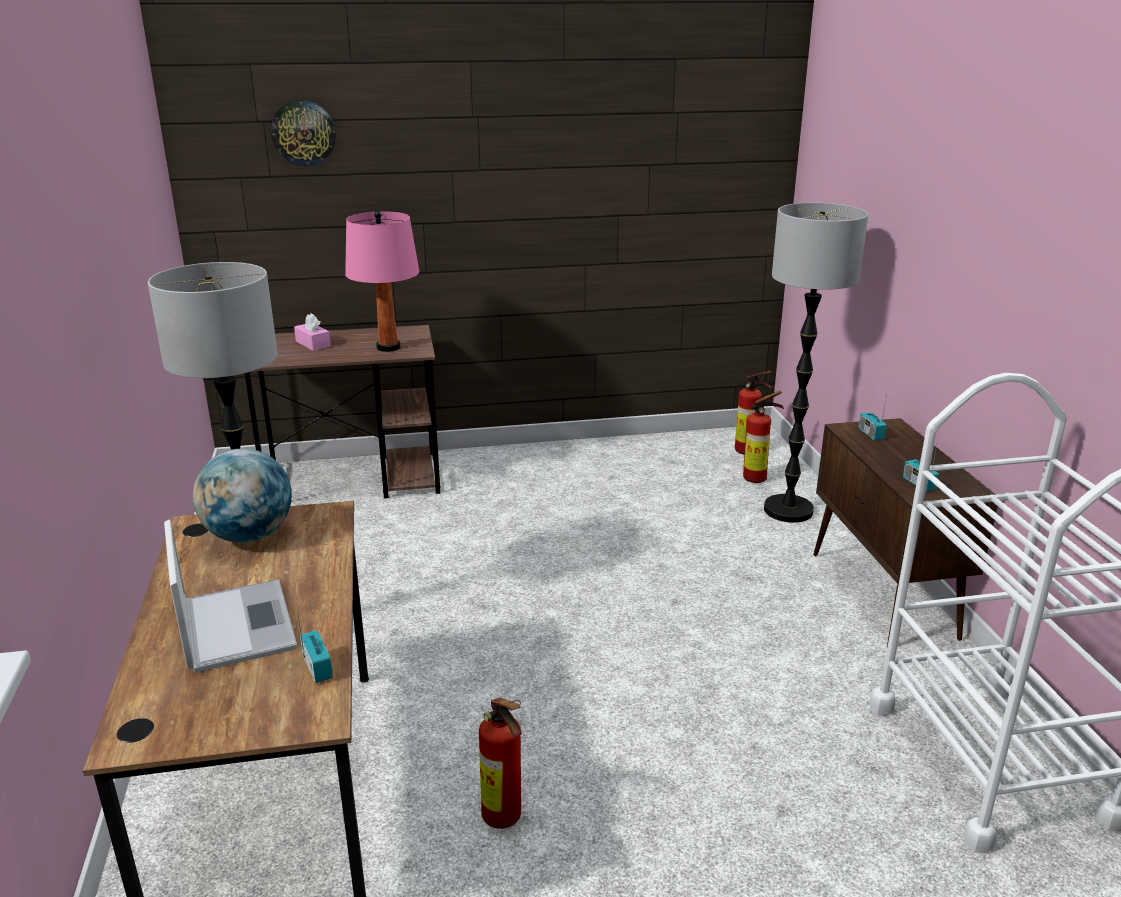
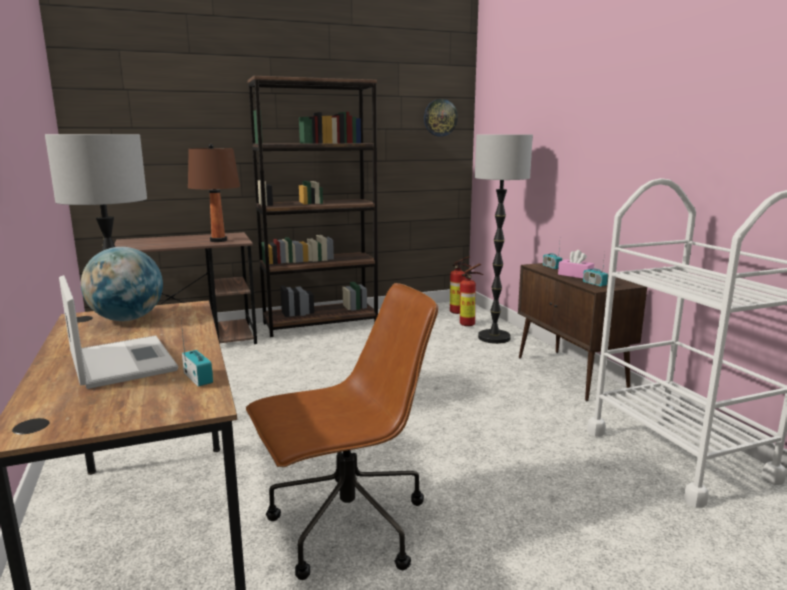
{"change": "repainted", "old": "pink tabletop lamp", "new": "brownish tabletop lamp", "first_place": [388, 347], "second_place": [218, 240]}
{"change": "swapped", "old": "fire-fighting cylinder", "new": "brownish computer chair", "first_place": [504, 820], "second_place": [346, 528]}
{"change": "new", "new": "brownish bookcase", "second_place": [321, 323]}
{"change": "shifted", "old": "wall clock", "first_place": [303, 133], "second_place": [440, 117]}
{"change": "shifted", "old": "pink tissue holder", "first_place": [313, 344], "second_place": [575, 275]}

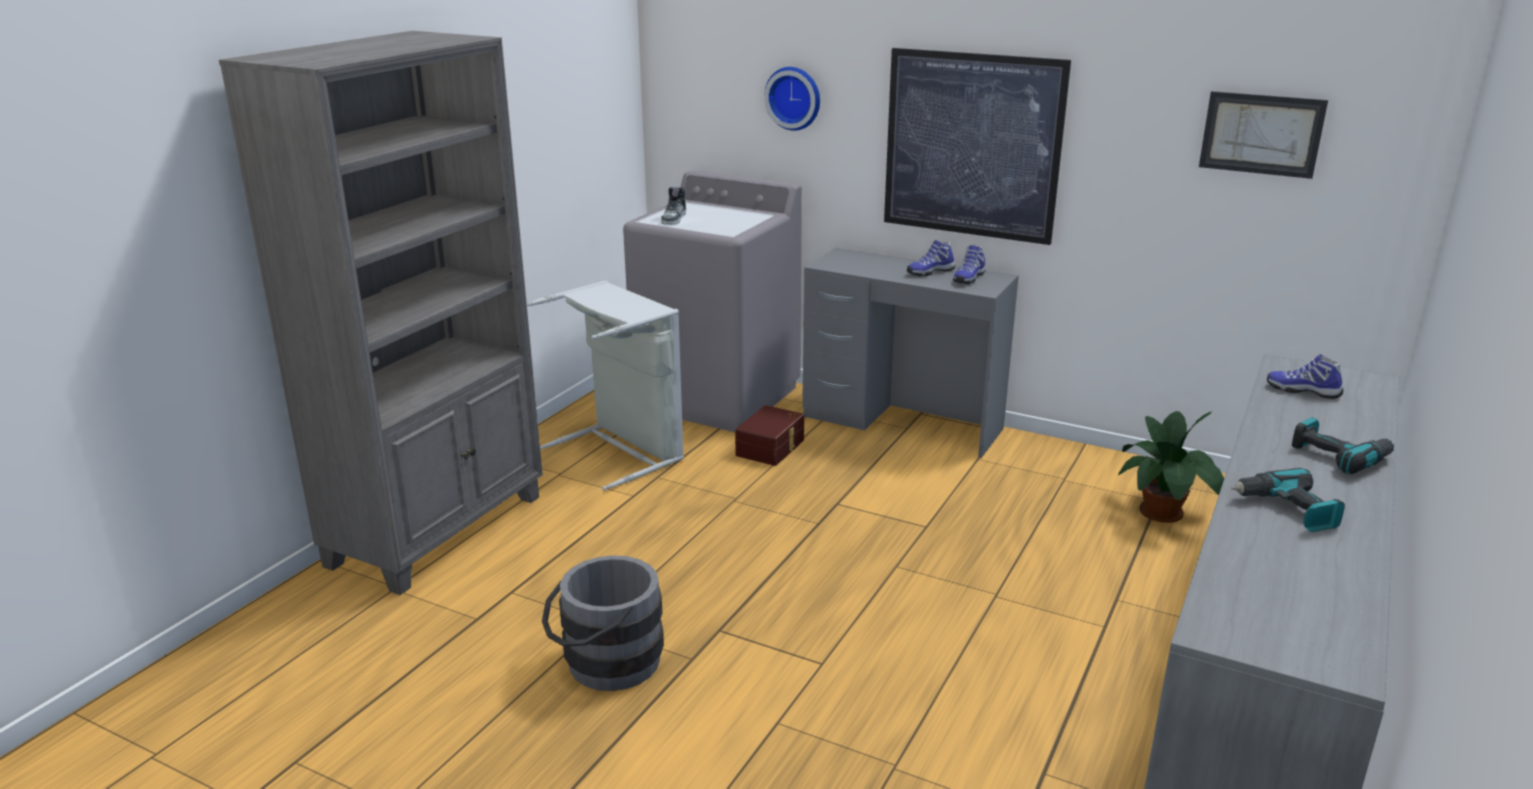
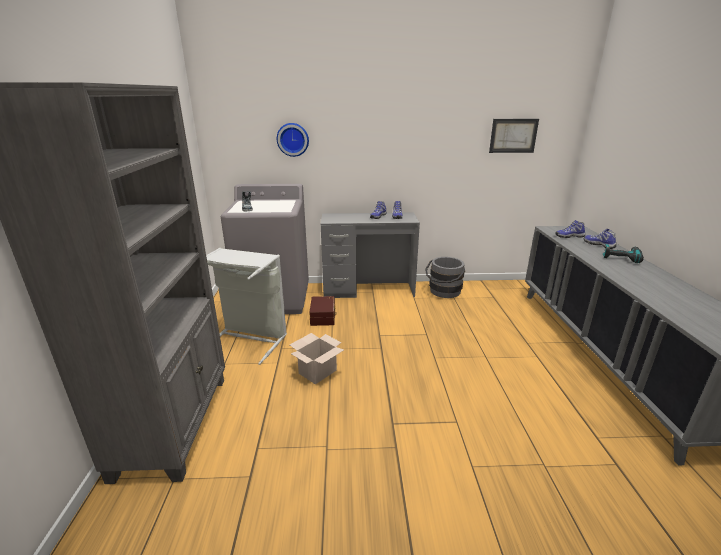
{"change": "new", "new": "cardboard box", "second_place": [318, 371]}
{"change": "shifted", "old": "grey water bucket", "first_place": [605, 664], "second_place": [443, 292]}
{"change": "new", "new": "shoe", "second_place": [599, 245]}
{"change": "gone", "old": "wall picture", "first_place": [972, 145]}
{"change": "gone", "old": "plant in a pot", "first_place": [1164, 513]}
{"change": "gone", "old": "power drill", "first_place": [1287, 510]}

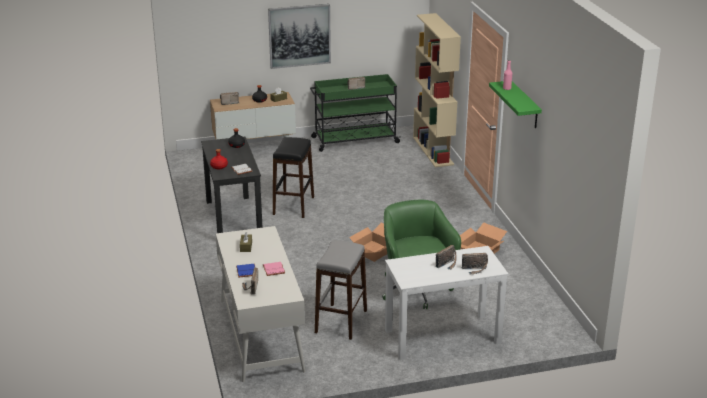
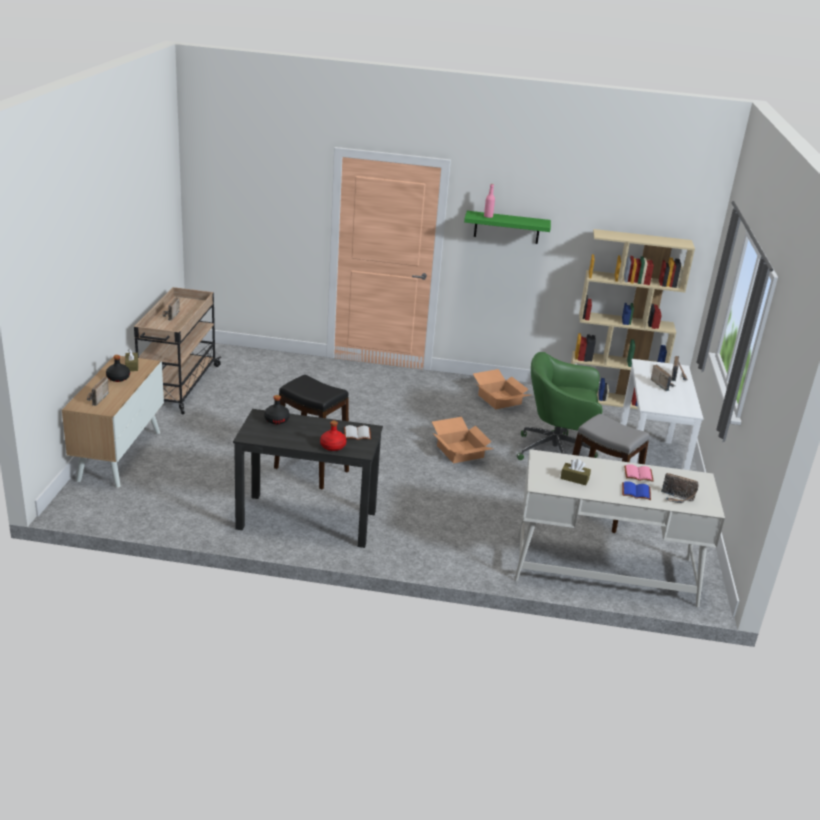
{"change": "repainted", "old": "green-coloured trolley", "new": "sand-coloured trolley", "first_place": [354, 140], "second_place": [178, 387]}
{"change": "shifted", "old": "sand-coloured bookcase", "first_place": [433, 151], "second_place": [612, 400]}
{"change": "gone", "old": "wall picture", "first_place": [299, 36]}

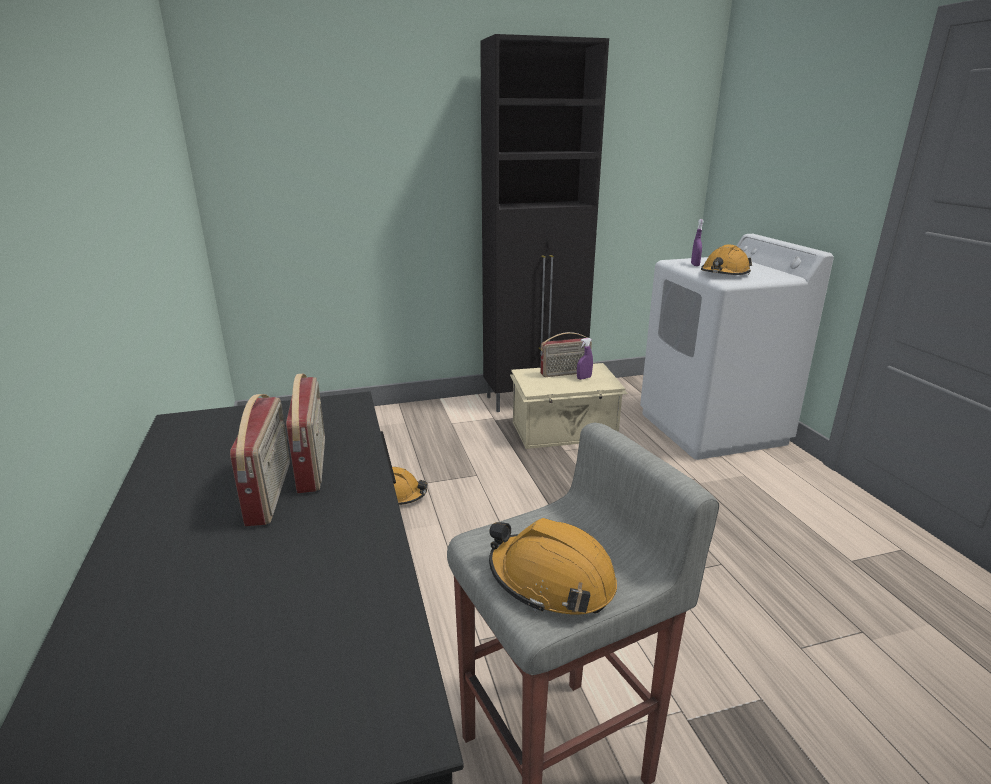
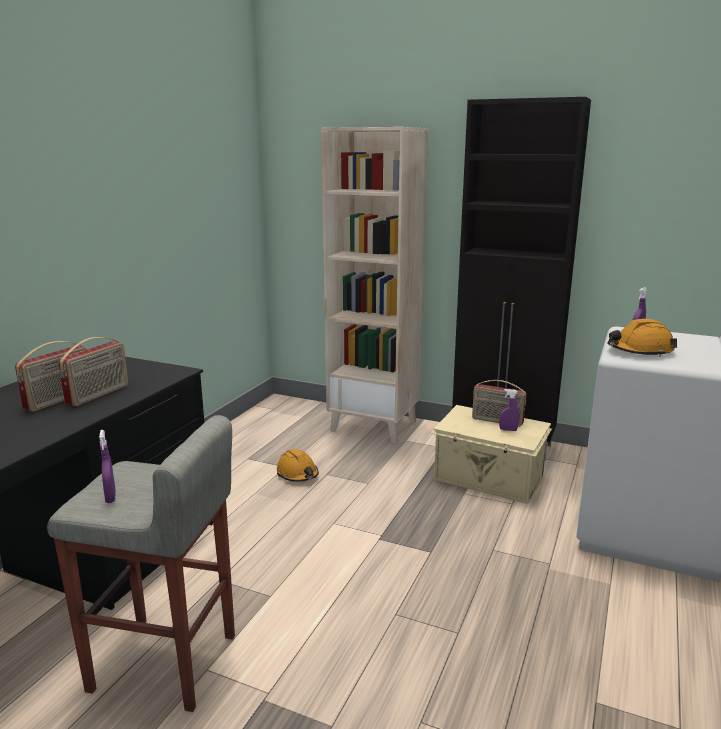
{"change": "swapped", "old": "orange safety helmet", "new": "purple sprayer", "first_place": [551, 581], "second_place": [110, 497]}
{"change": "new", "new": "sand-coloured bookcase", "second_place": [374, 426]}

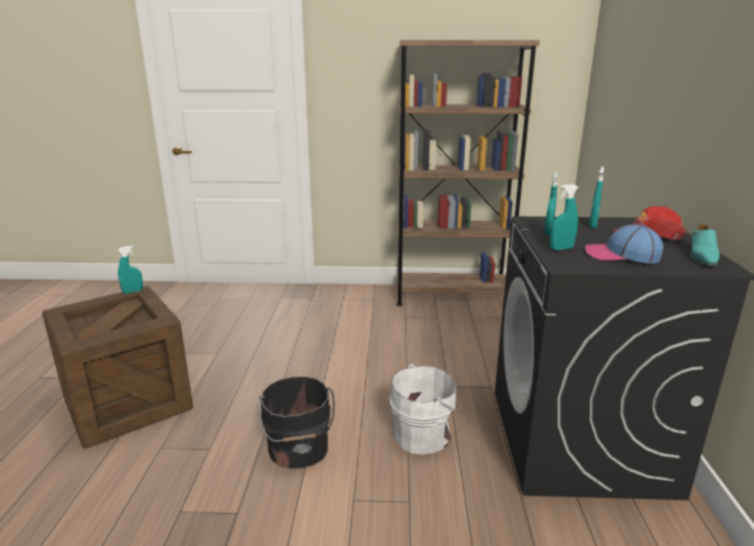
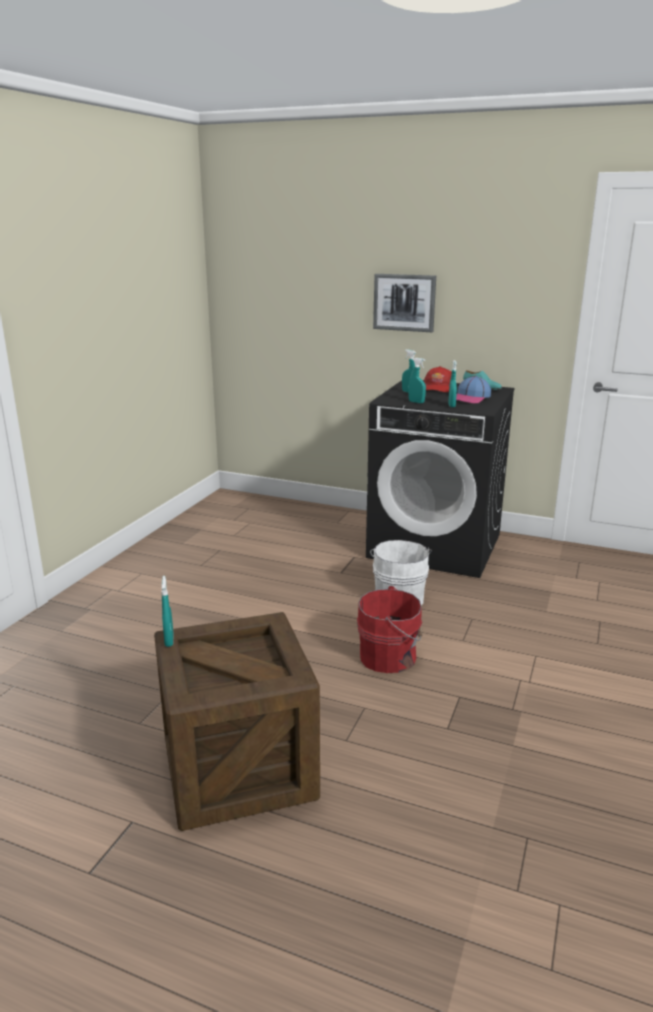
{"change": "repainted", "old": "black water bucket", "new": "red water bucket", "first_place": [298, 450], "second_place": [390, 657]}
{"change": "new", "new": "wall picture", "second_place": [404, 302]}
{"change": "gone", "old": "brownish bookcase", "first_place": [451, 296]}

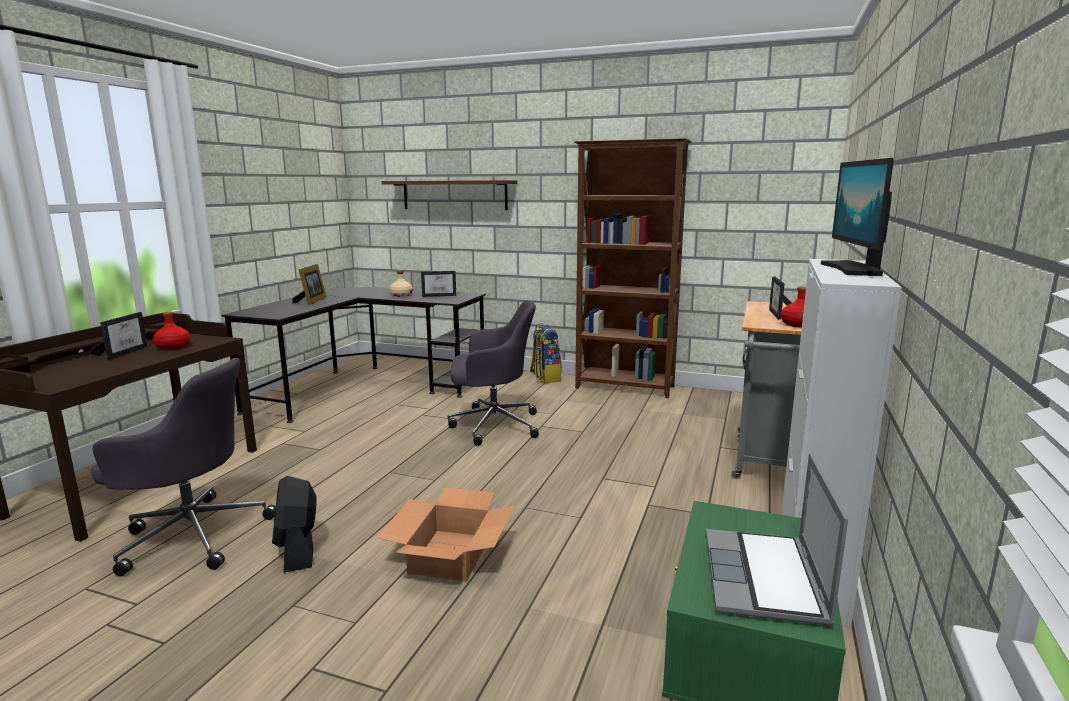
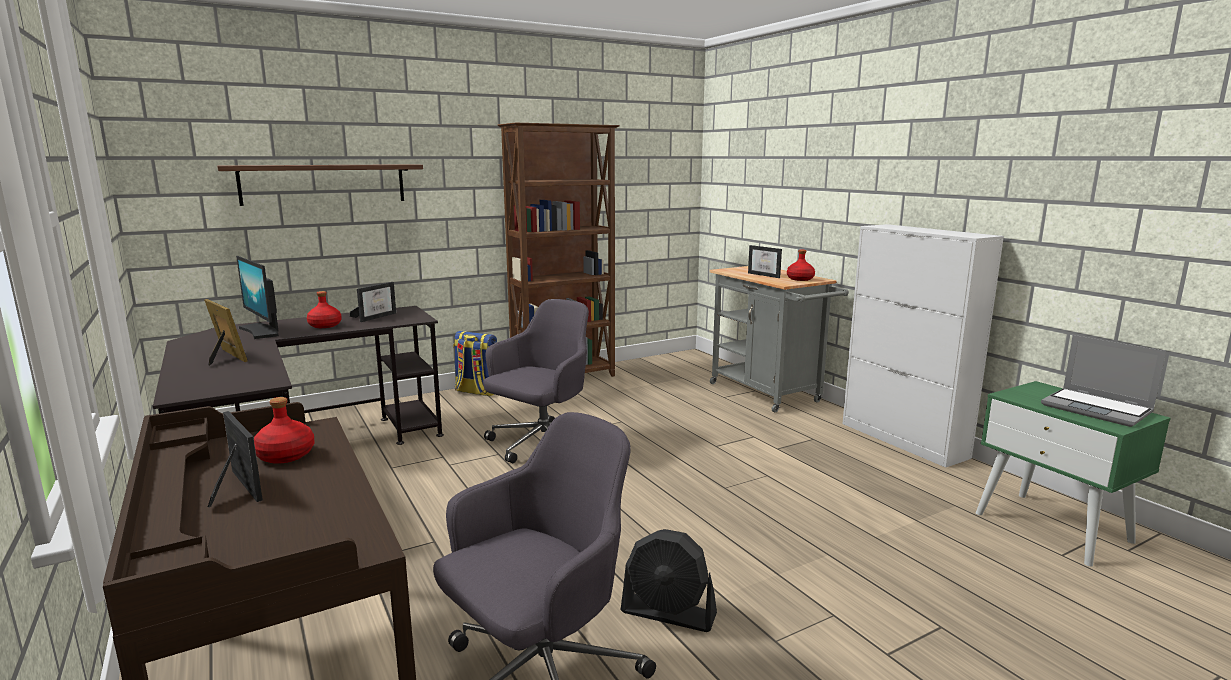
{"change": "shifted", "old": "computer screen", "first_place": [853, 269], "second_place": [261, 331]}
{"change": "repainted", "old": "sand-coloured beverage bottle", "new": "red beverage bottle", "first_place": [401, 295], "second_place": [324, 325]}
{"change": "gone", "old": "cardboard box", "first_place": [450, 554]}

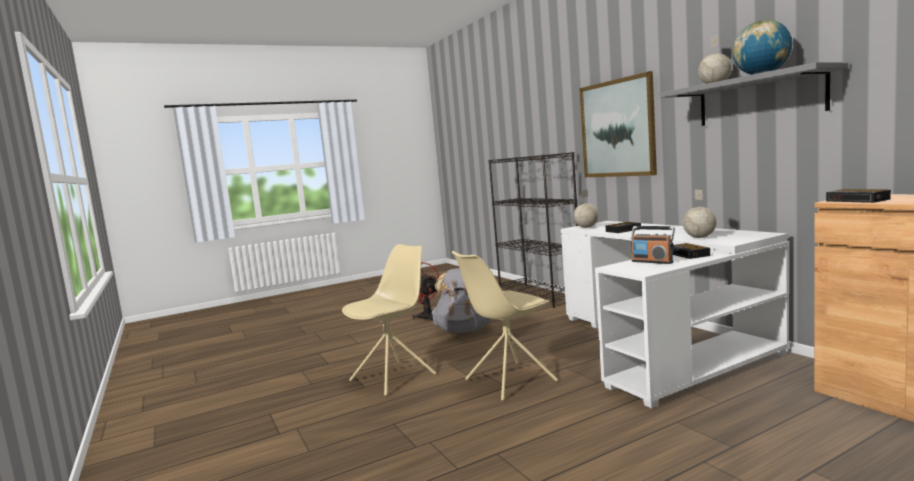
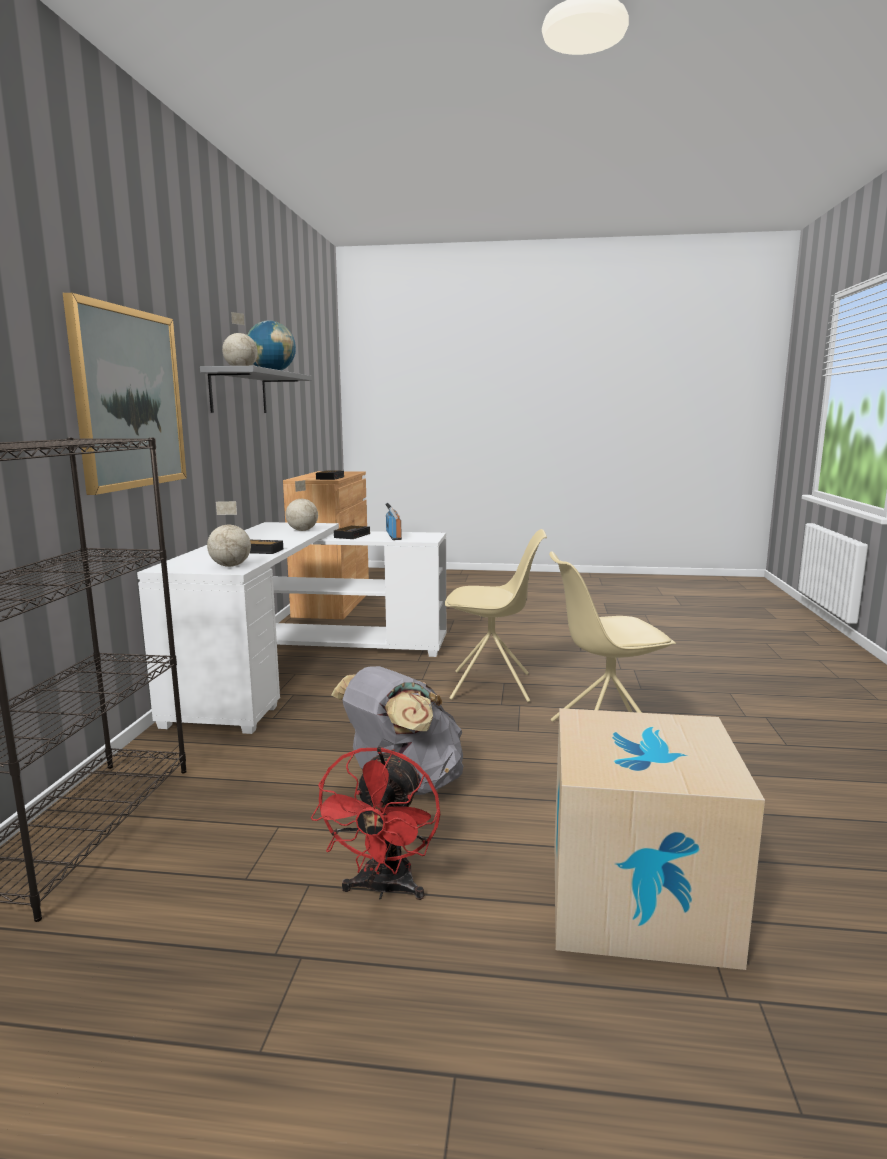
{"change": "new", "new": "cardboard box", "second_place": [637, 898]}

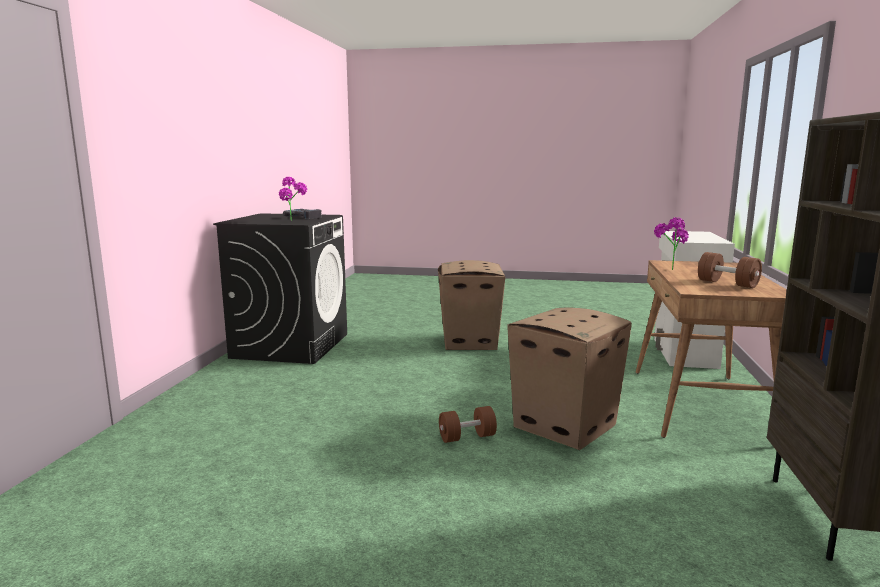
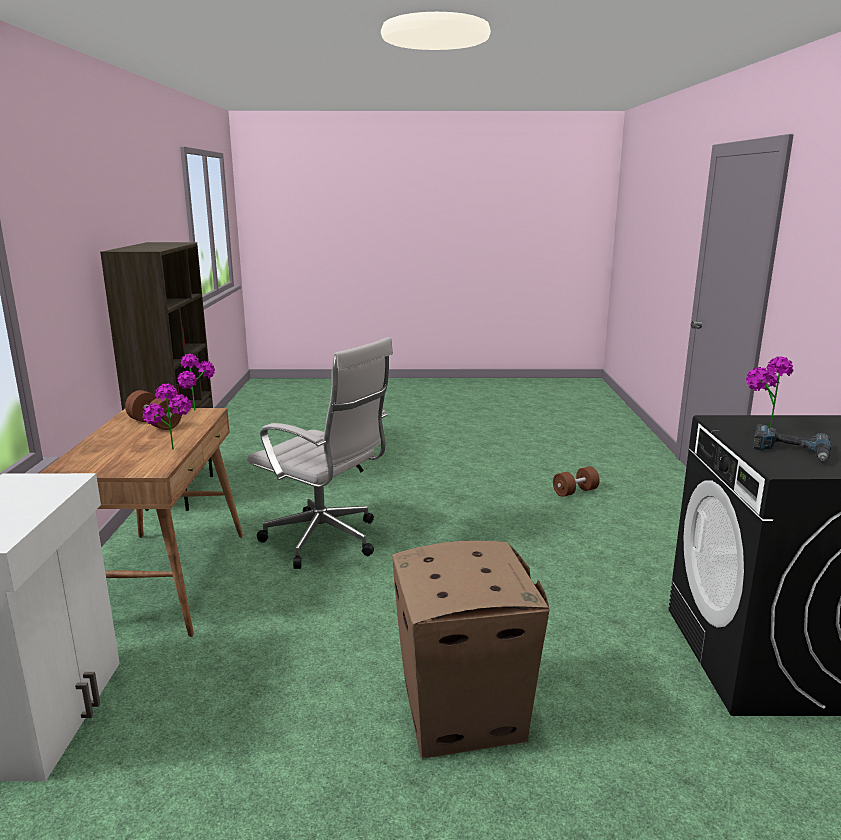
{"change": "new", "new": "plant in a pot", "second_place": [199, 411]}
{"change": "swapped", "old": "cardboard box", "new": "white-coloured computer chair", "first_place": [565, 425], "second_place": [326, 541]}
{"change": "shifted", "old": "brownish free weight", "first_place": [467, 437], "second_place": [575, 492]}

